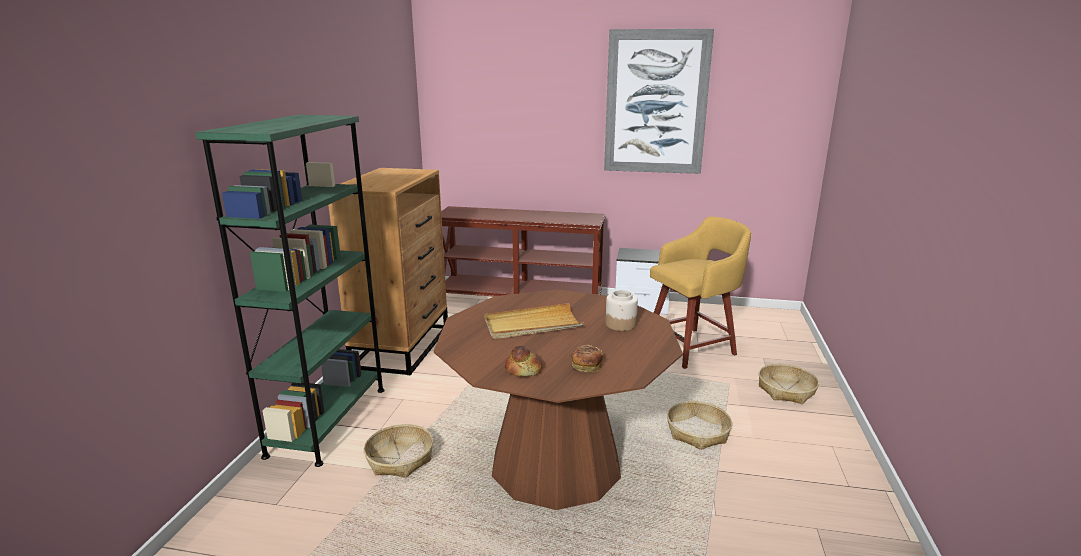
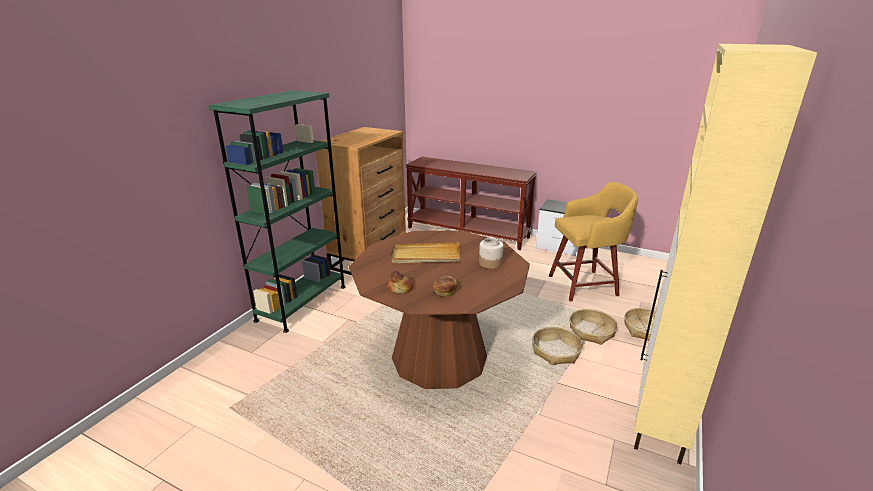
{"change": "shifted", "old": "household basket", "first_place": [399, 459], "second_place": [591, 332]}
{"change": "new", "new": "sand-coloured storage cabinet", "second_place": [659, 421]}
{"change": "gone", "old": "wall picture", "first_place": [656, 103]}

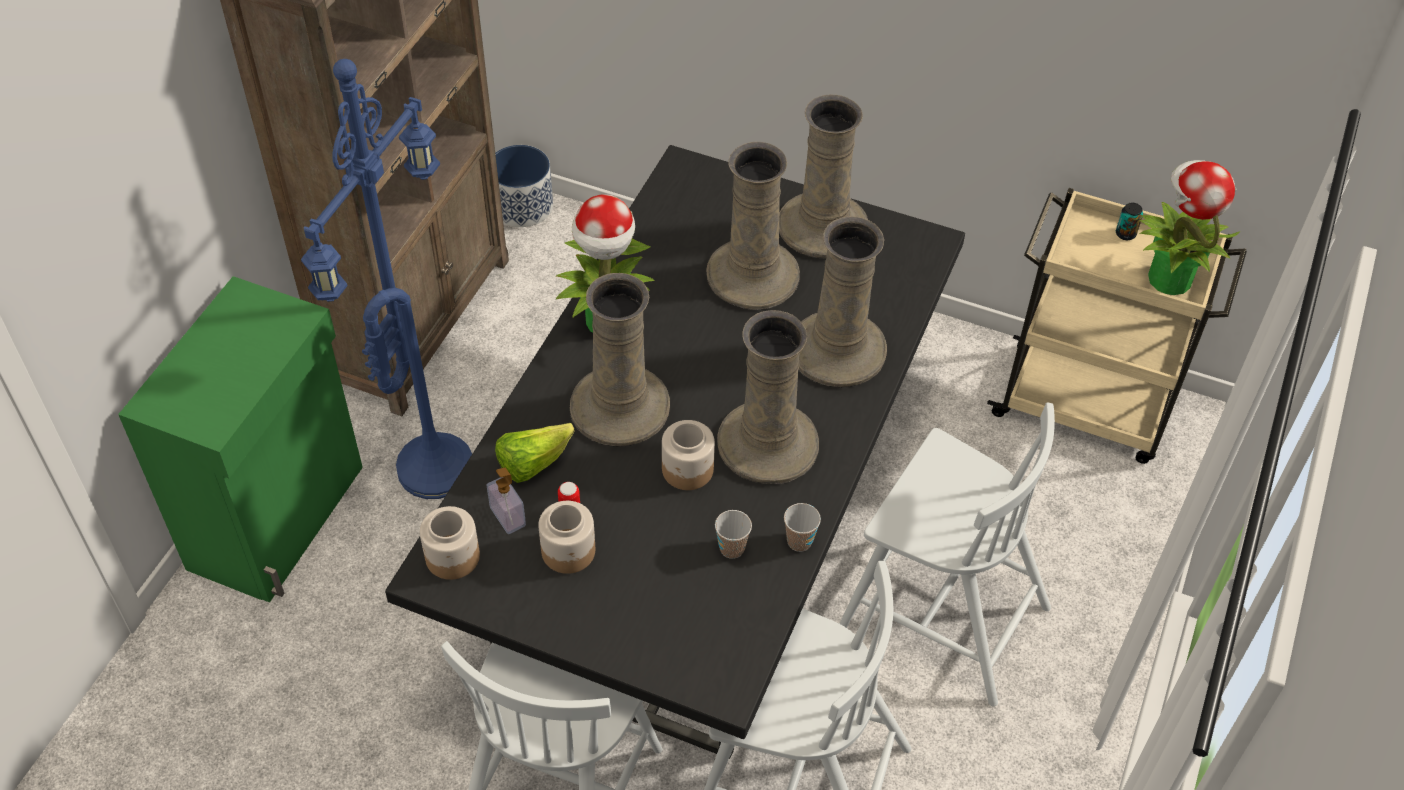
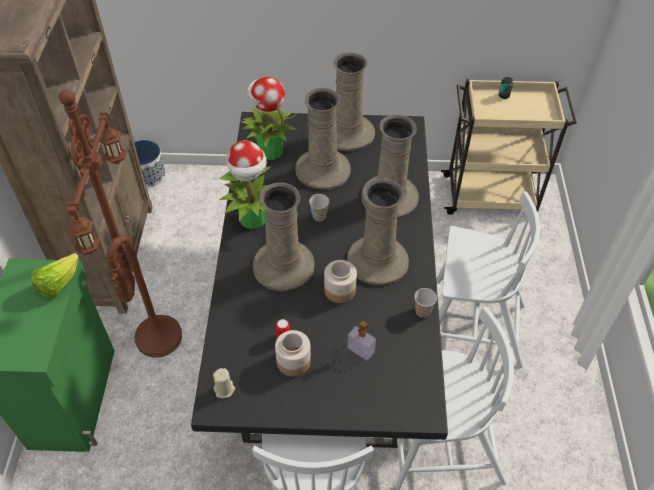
{"change": "shifted", "old": "lettuce", "first_place": [532, 463], "second_place": [58, 284]}
{"change": "repainted", "old": "blue floor lamp", "new": "brownish floor lamp", "first_place": [432, 464], "second_place": [156, 335]}
{"change": "swapped", "old": "jar", "new": "sand-coloured wax candle", "first_place": [452, 557], "second_place": [224, 389]}
{"change": "shifted", "old": "plant in a pot", "first_place": [1168, 278], "second_place": [269, 150]}
{"change": "shifted", "old": "small cup", "first_place": [732, 548], "second_place": [319, 216]}
{"change": "shifted", "old": "soap bottle", "first_place": [507, 517], "second_place": [360, 350]}

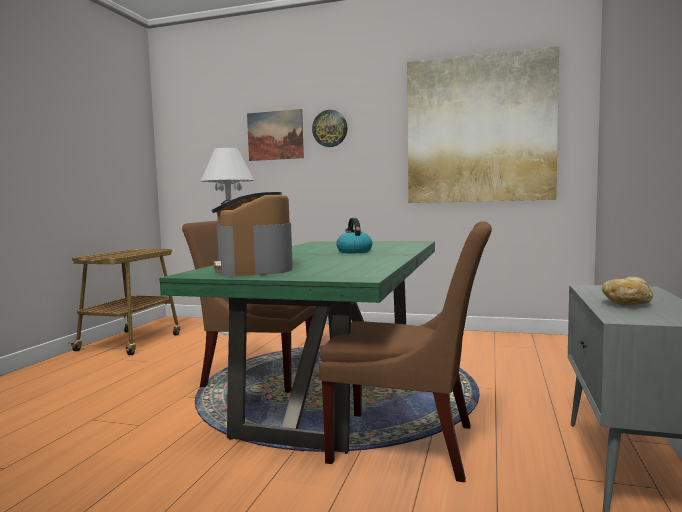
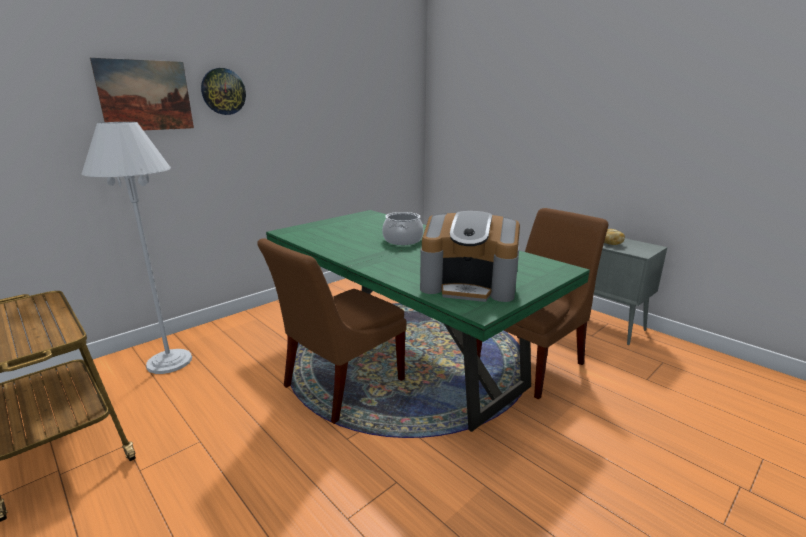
{"change": "swapped", "old": "kettle", "new": "stockpot", "first_place": [354, 252], "second_place": [403, 240]}
{"change": "gone", "old": "wall picture", "first_place": [479, 129]}

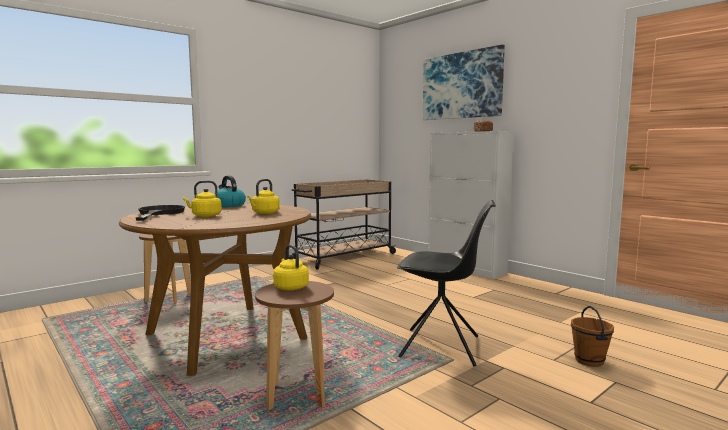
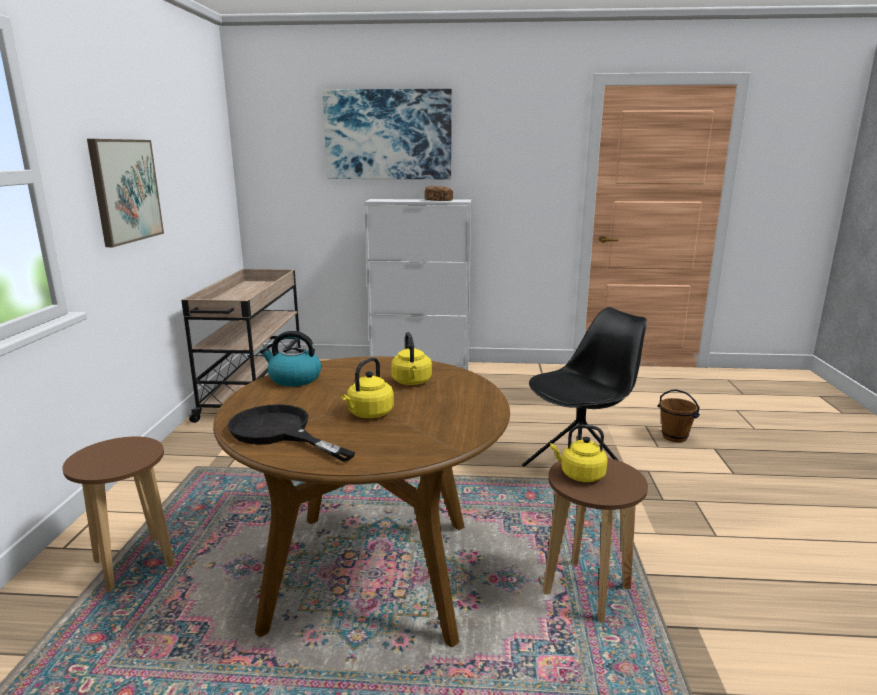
{"change": "new", "new": "wall picture", "second_place": [125, 190]}

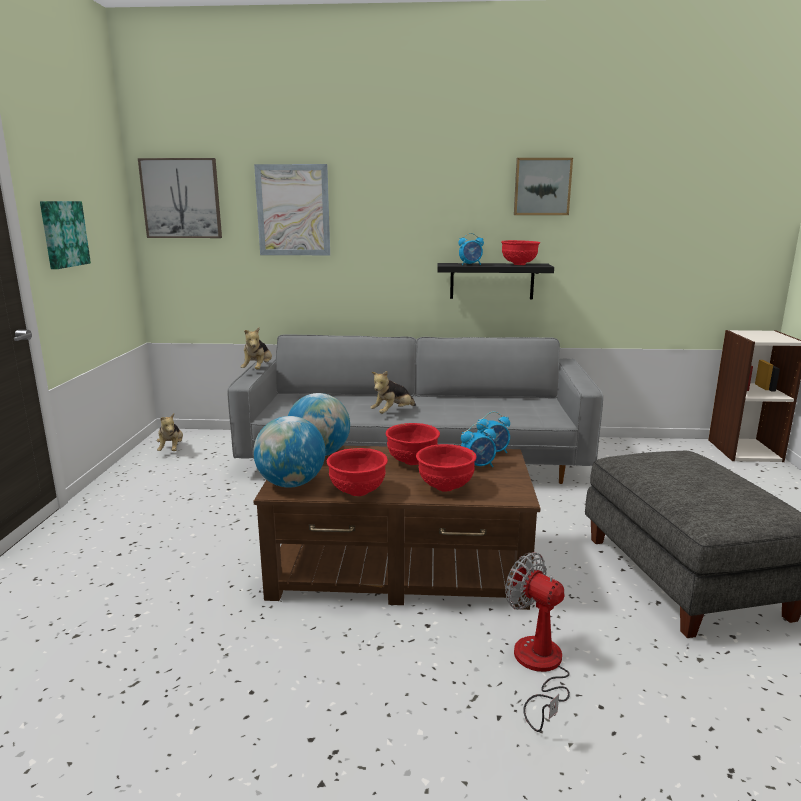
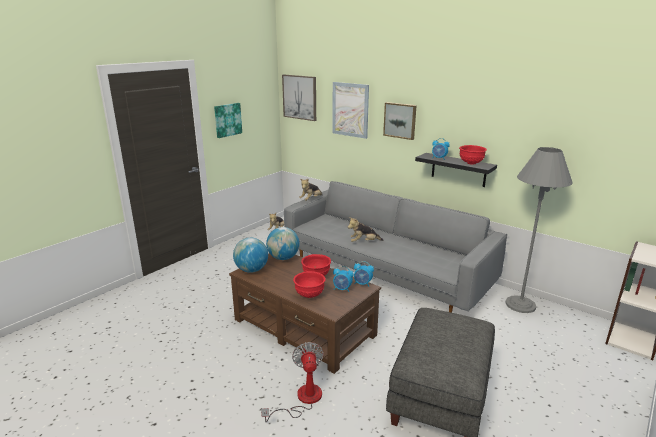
{"change": "shifted", "old": "wall picture", "first_place": [542, 187], "second_place": [400, 120]}
{"change": "new", "new": "grey floor lamp", "second_place": [520, 304]}
{"change": "gone", "old": "red serving bowl", "first_place": [357, 492]}

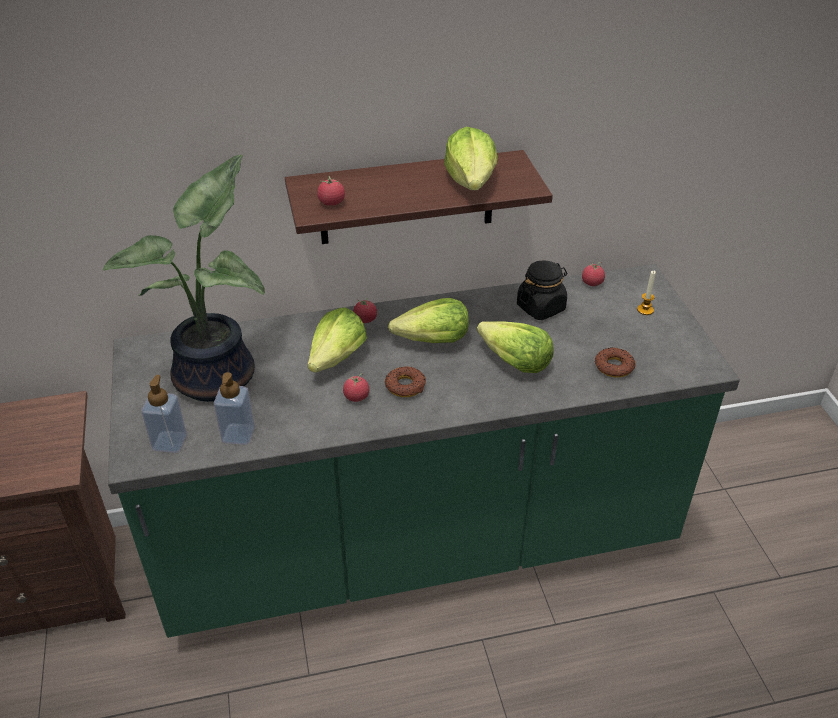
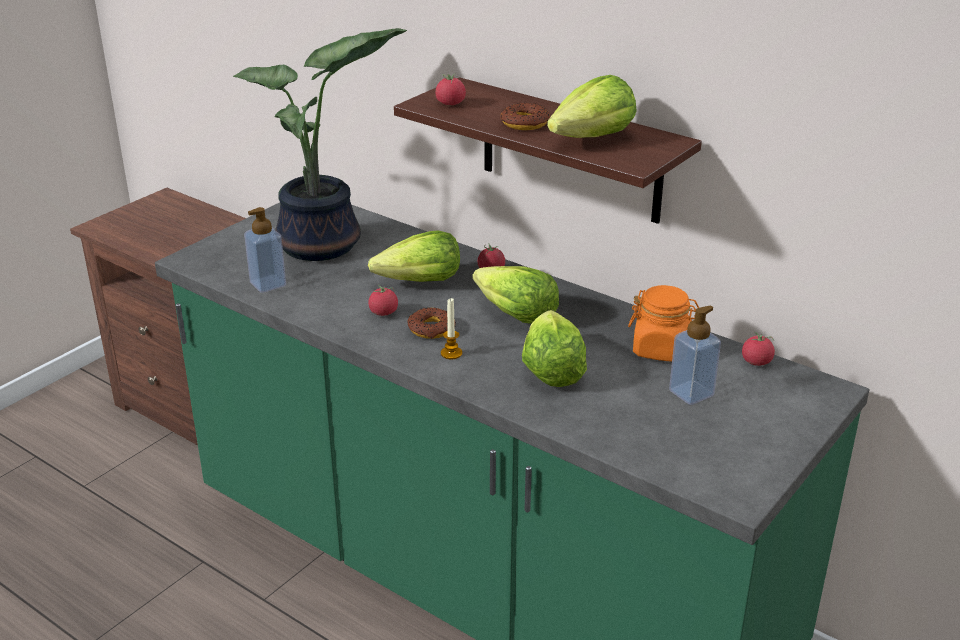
{"change": "shifted", "old": "wax candle", "first_place": [645, 310], "second_place": [451, 353]}
{"change": "shifted", "old": "doughnut", "first_place": [614, 366], "second_place": [525, 123]}
{"change": "repainted", "old": "black jar", "new": "orange jar", "first_place": [541, 307], "second_place": [661, 349]}
{"change": "shifted", "old": "soap bottle", "first_place": [169, 442], "second_place": [691, 393]}

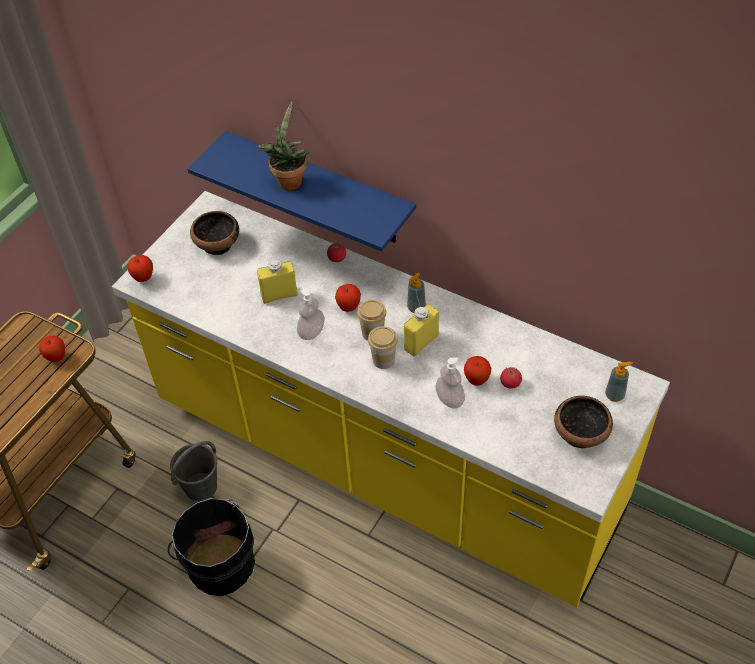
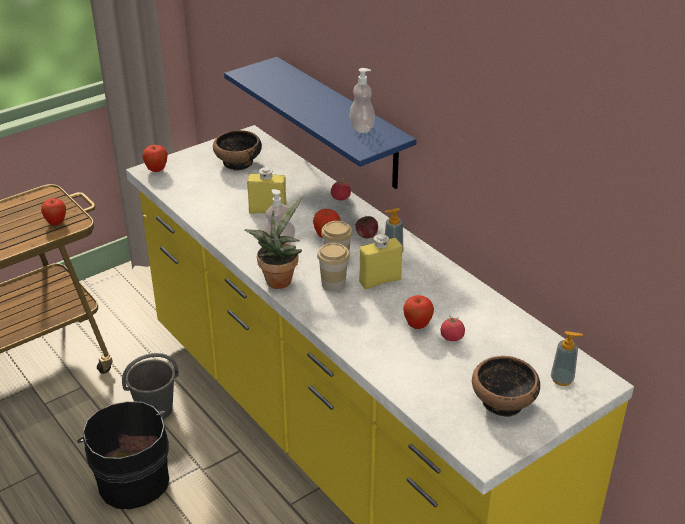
{"change": "shifted", "old": "plant in a pot", "first_place": [289, 180], "second_place": [279, 278]}
{"change": "shifted", "old": "soap bottle", "first_place": [449, 399], "second_place": [361, 128]}
{"change": "new", "new": "whole apple", "second_place": [366, 235]}

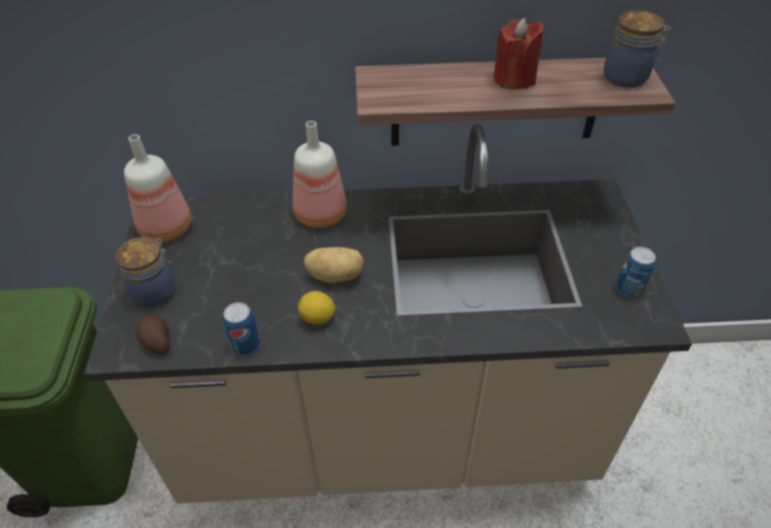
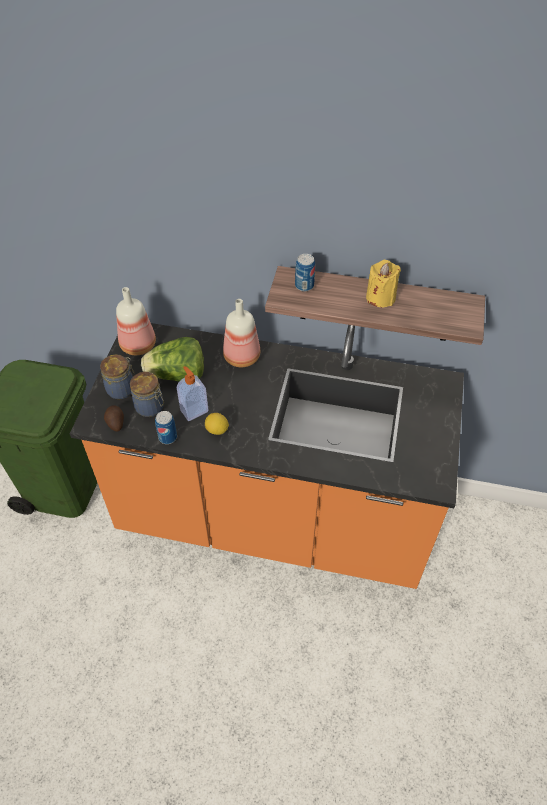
{"change": "repainted", "old": "sand-coloured kitchen counter", "new": "orange kitchen counter", "first_place": [387, 436], "second_place": [273, 519]}
{"change": "shifted", "old": "jar", "first_place": [627, 78], "second_place": [151, 407]}
{"change": "new", "new": "lettuce", "second_place": [177, 375]}
{"change": "new", "new": "soap bottle", "second_place": [194, 410]}
{"change": "shifted", "old": "sealed can", "first_place": [629, 289], "second_place": [304, 285]}
{"change": "repainted", "old": "red wax candle", "new": "yellowish wax candle", "first_place": [514, 79], "second_place": [380, 297]}
{"change": "gone", "old": "whole potato", "first_place": [335, 275]}

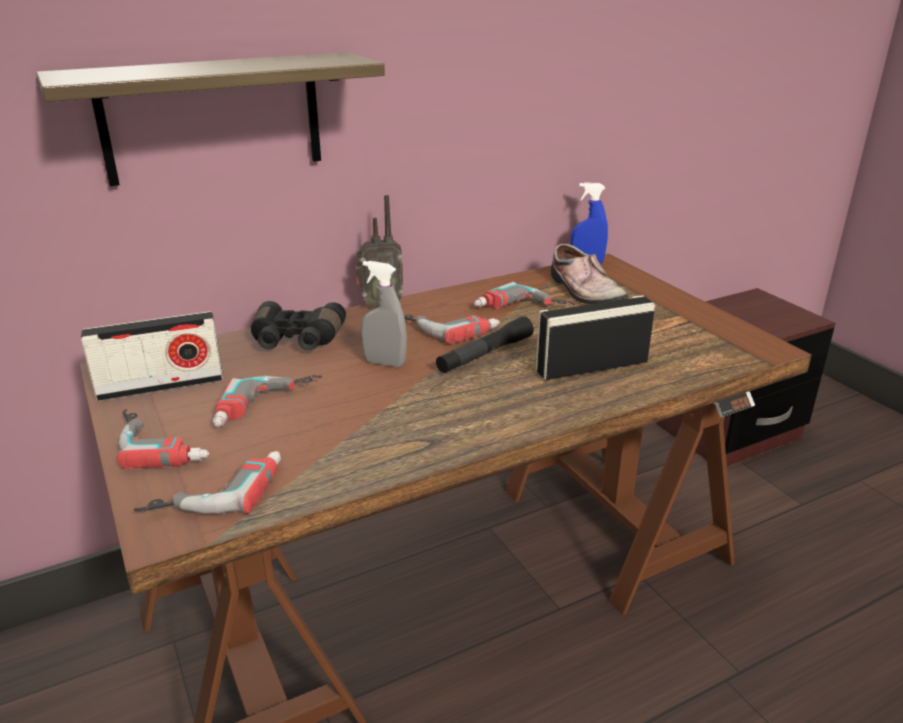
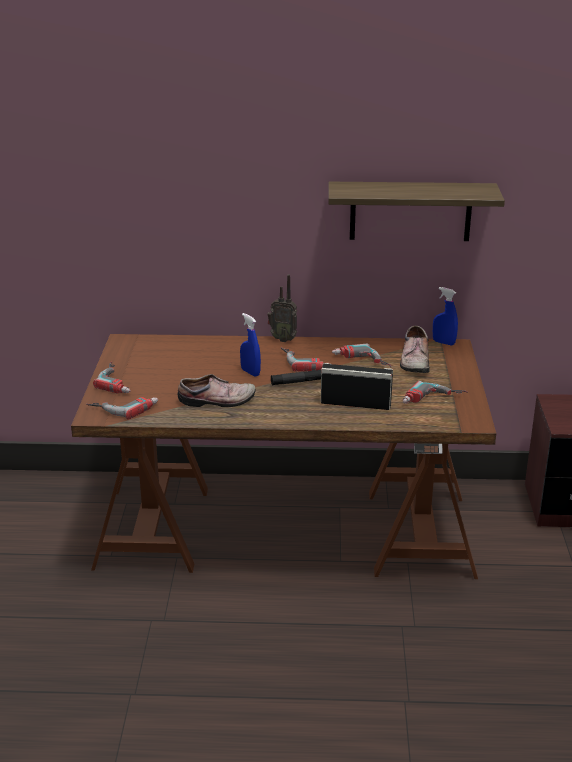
{"change": "new", "new": "shoe", "second_place": [217, 401]}
{"change": "repainted", "old": "grey sprayer", "new": "blue sprayer", "first_place": [385, 363], "second_place": [250, 372]}
{"change": "shifted", "old": "shelf", "first_place": [213, 118], "second_place": [410, 211]}
{"change": "shifted", "old": "power drill", "first_place": [269, 407], "second_place": [433, 401]}
{"change": "gone", "old": "radio receiver", "first_place": [161, 385]}
{"change": "gone", "old": "black binoculars", "first_place": [296, 340]}

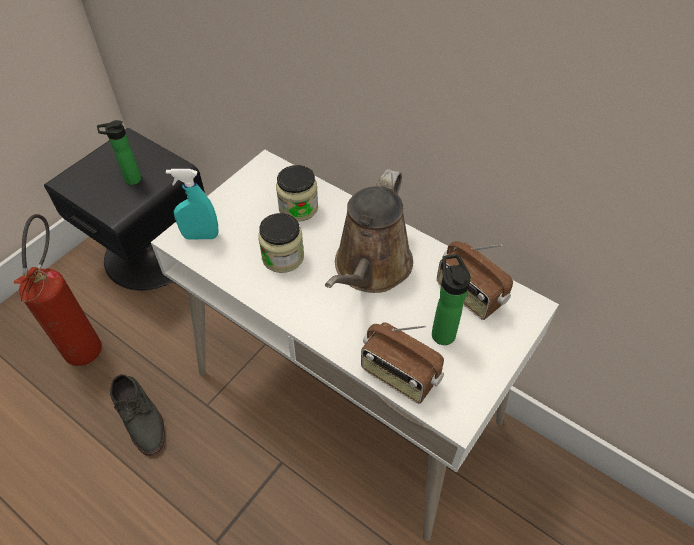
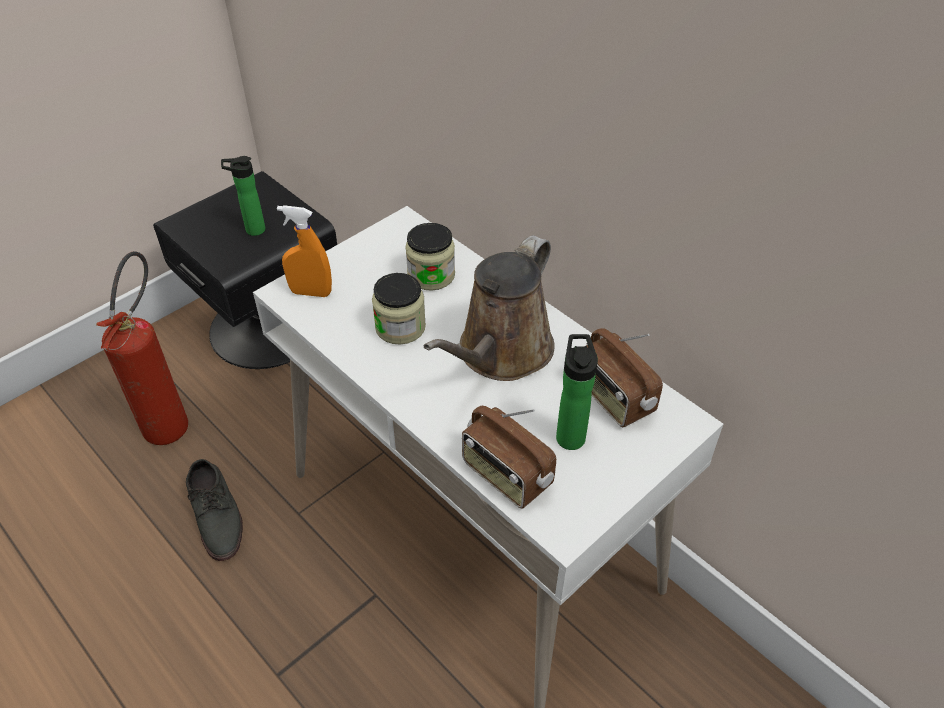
{"change": "repainted", "old": "blue-green sprayer", "new": "orange sprayer", "first_place": [201, 236], "second_place": [311, 292]}

